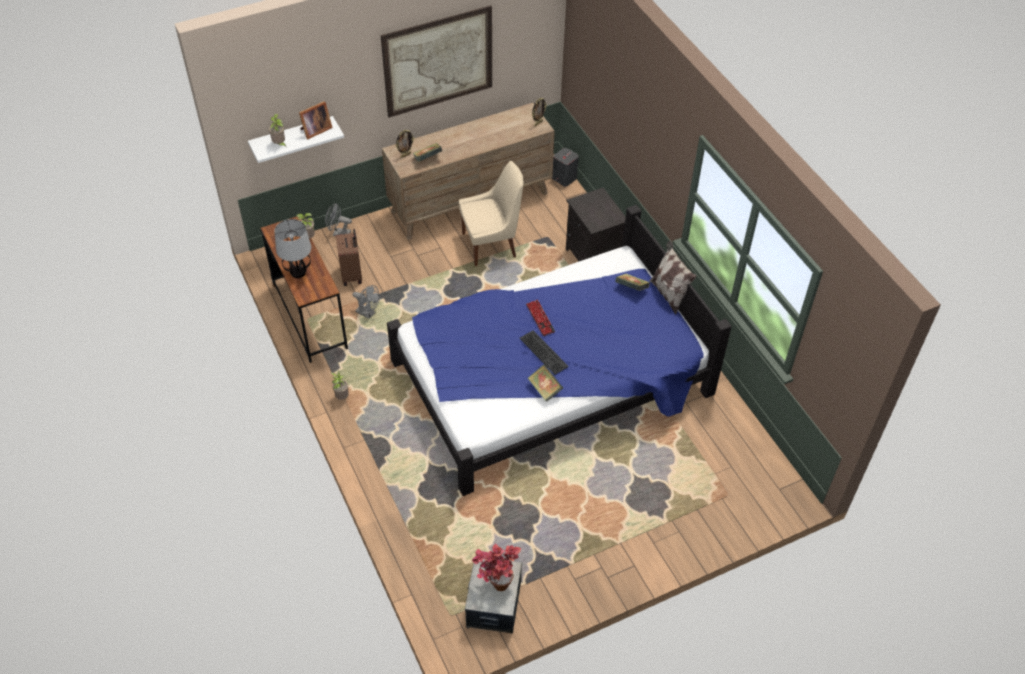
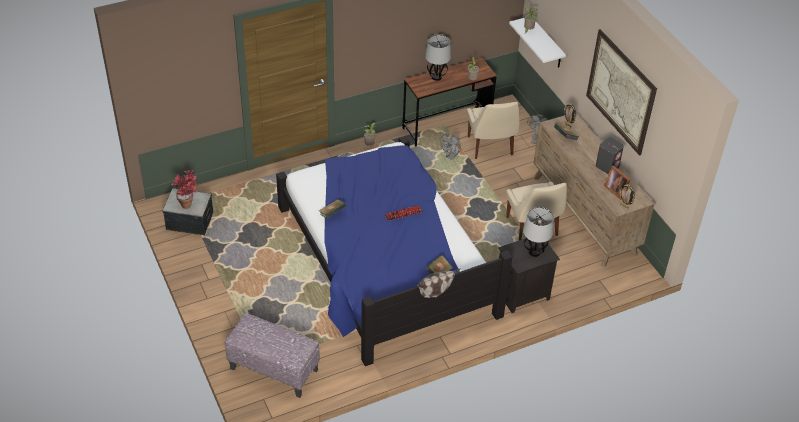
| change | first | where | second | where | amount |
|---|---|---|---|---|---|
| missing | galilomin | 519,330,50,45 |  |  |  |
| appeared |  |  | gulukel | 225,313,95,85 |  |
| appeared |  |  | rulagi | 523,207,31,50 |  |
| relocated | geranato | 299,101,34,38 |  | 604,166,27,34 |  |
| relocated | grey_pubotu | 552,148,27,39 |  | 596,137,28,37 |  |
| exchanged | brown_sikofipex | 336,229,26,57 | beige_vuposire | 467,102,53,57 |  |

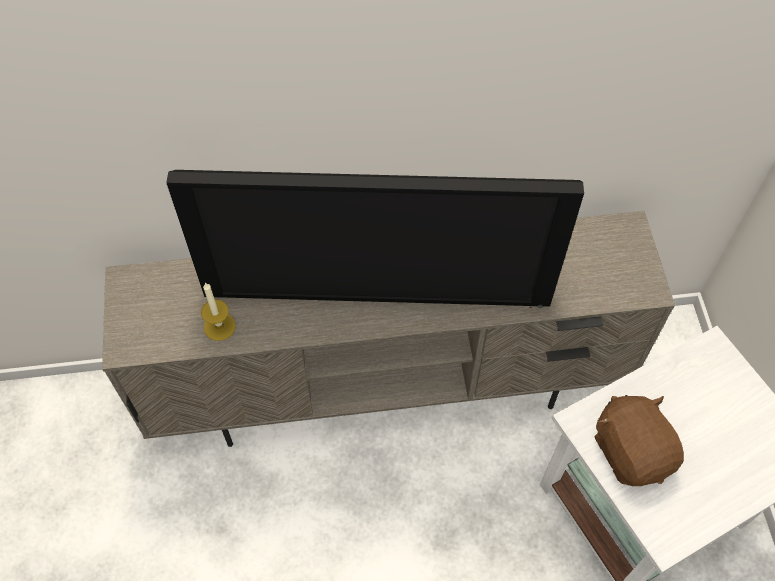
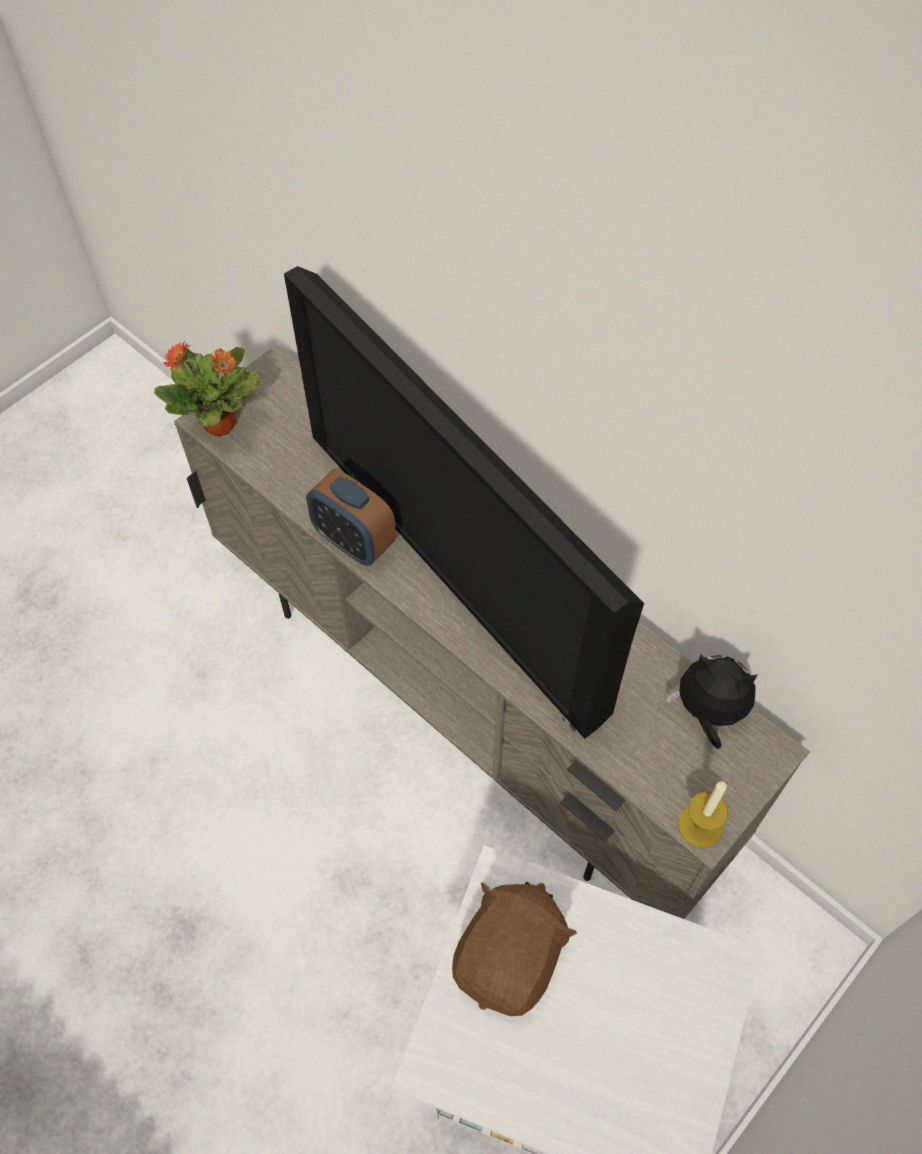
| change | first | where | second | where | amount |
|---|---|---|---|---|---|
| appeared |  |  | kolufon | 154,341,108,95 |  |
| appeared |  |  | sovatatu | 306,469,90,97 |  |
| appeared |  |  | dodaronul | 667,654,91,95 |  |
| relocated | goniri | 201,282,35,59 |  | 678,781,50,67 |  |

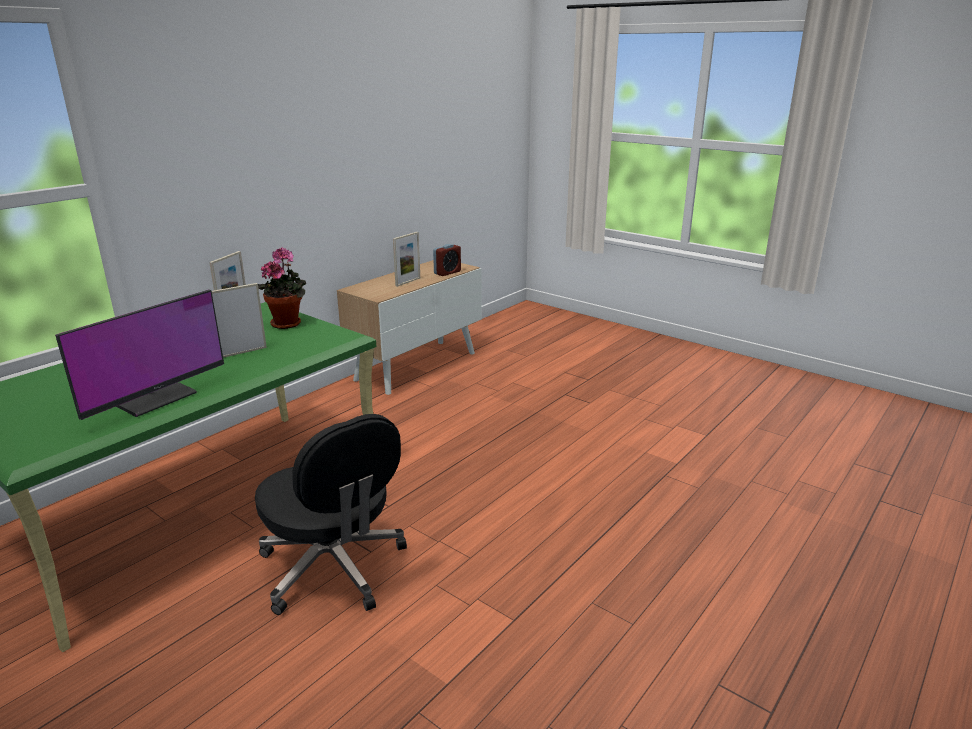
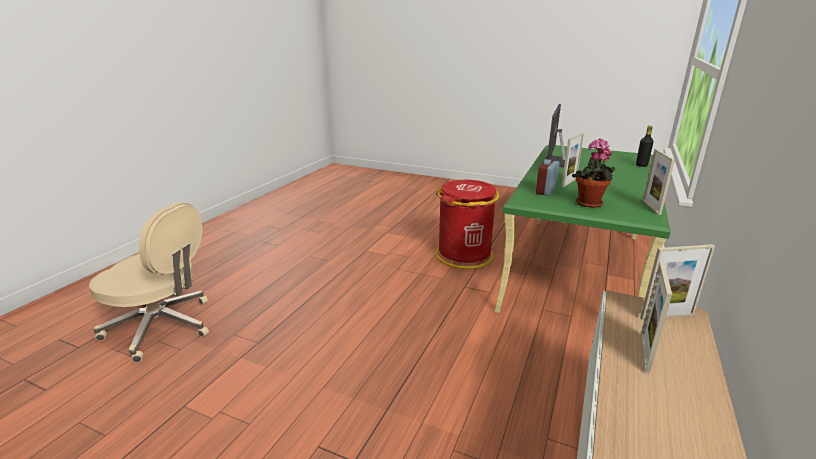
| change | first | where | second | where | amount |
|---|---|---|---|---|---|
| appeared |  |  | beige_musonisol | 89,202,120,161 |  |
| appeared |  |  | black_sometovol | 636,126,18,41 |  |
| appeared |  |  | geranato | 640,244,75,76 |  |
| relocated | sovatatu | 433,244,28,32 |  | 536,159,24,37 |  |
| exchanged | black_musonisol | 255,414,152,201 | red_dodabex | 436,180,63,89 |  |

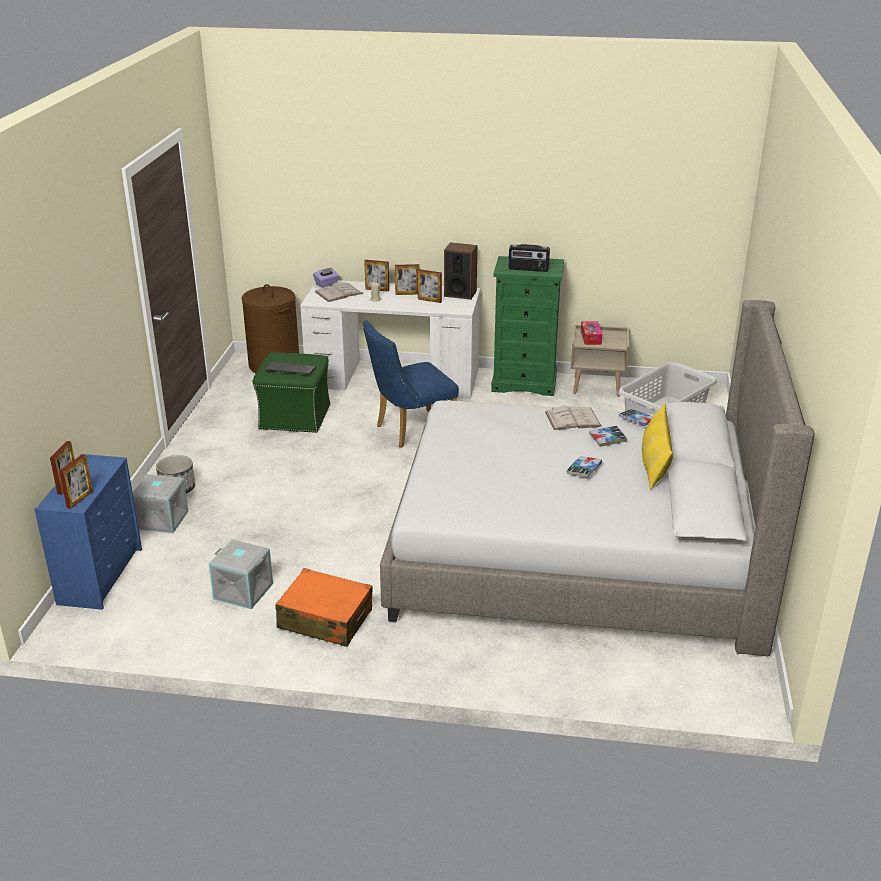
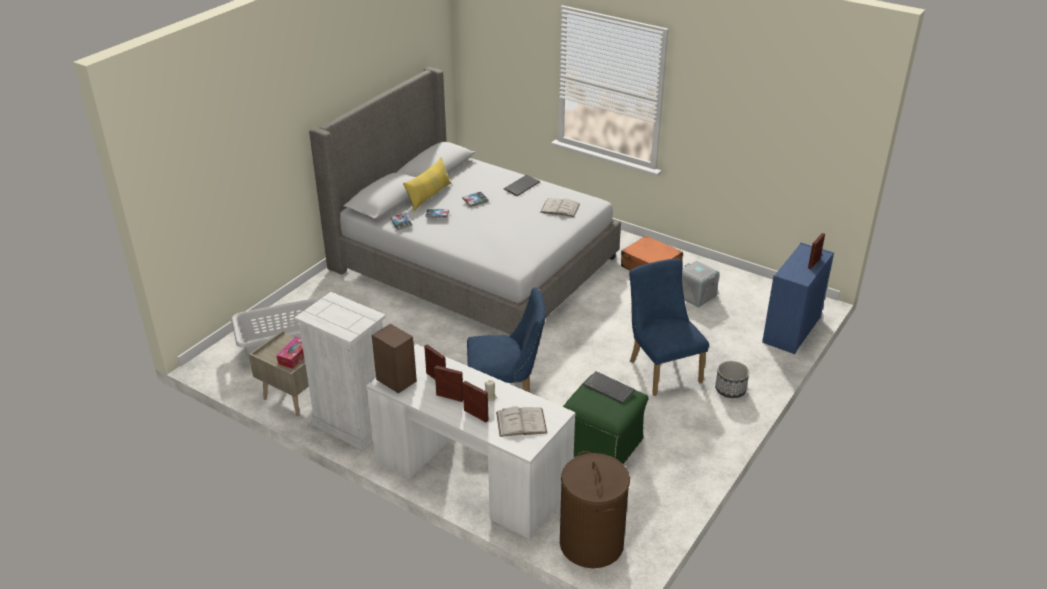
| change | first | where | second | where | amount |
|---|---|---|---|---|---|
| missing | geranato | 59,454,34,55 |  |  |  |
| missing | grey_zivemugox | 133,474,55,59 |  |  |  |
| missing | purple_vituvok | 313,267,26,21 |  |  |  |
| missing | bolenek | 508,244,42,28 |  |  |  |
| appeared |  |  | galilomin | 504,175,36,21 |  |
| appeared |  |  | blue_vuposire | 629,259,80,137 |  |
| relocated | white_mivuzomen | 545,406,57,24 |  | 540,199,40,18 |  |
| colour | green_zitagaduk | 491,256,73,140 | white_zitagaduk | 294,292,92,158 |  |

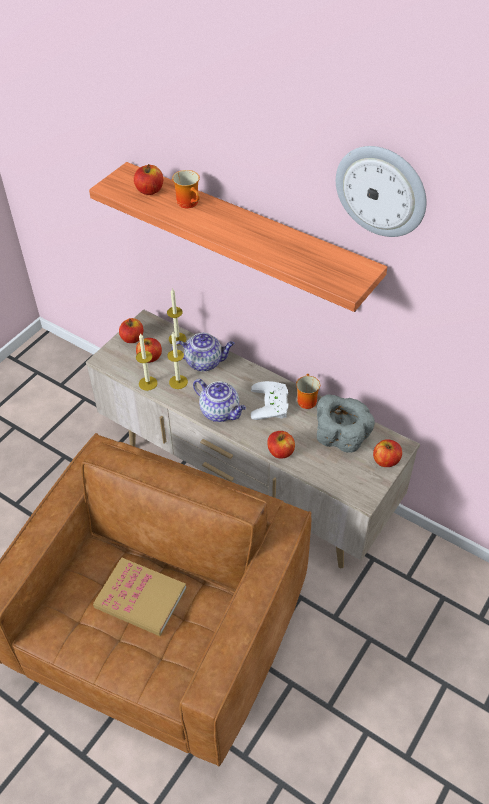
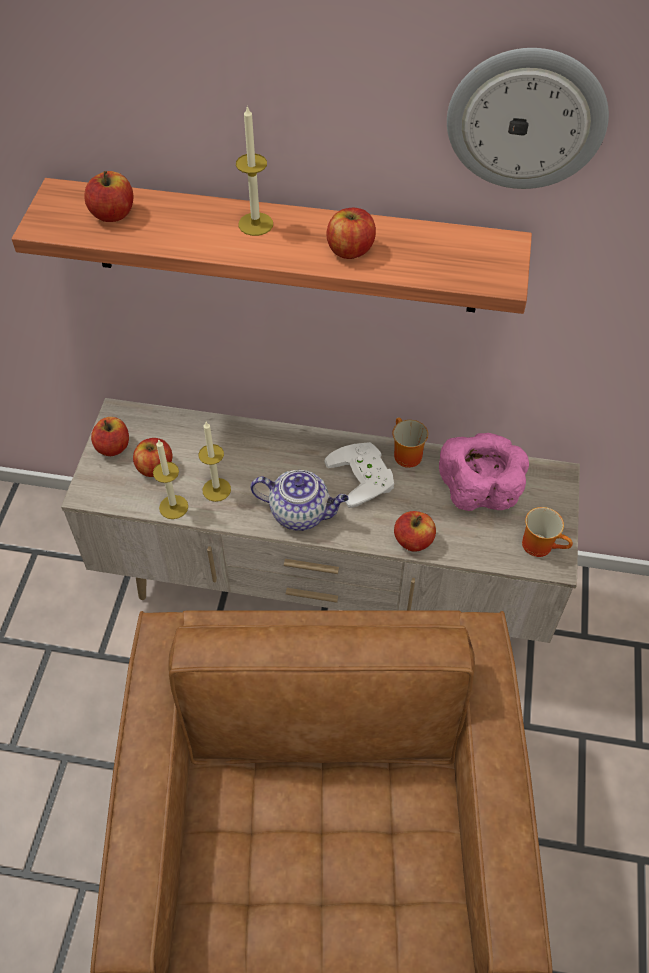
| change | first | where | second | where | amount |
|---|---|---|---|---|---|
| missing | mivuzomen | 93,558,93,78 |  |  |  |
| missing | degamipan | 171,333,64,39 |  |  |  |
| relocated | goniri | 167,289,19,56 |  | 236,105,37,131 |  |
| relocated | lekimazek | 172,170,28,38 |  | 522,507,51,50 |  |
| relocated | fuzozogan | 373,439,29,28 |  | 327,207,49,52 |  |
| colour | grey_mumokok | 317,394,58,59 | pink_mumokok | 439,433,90,78 |  |

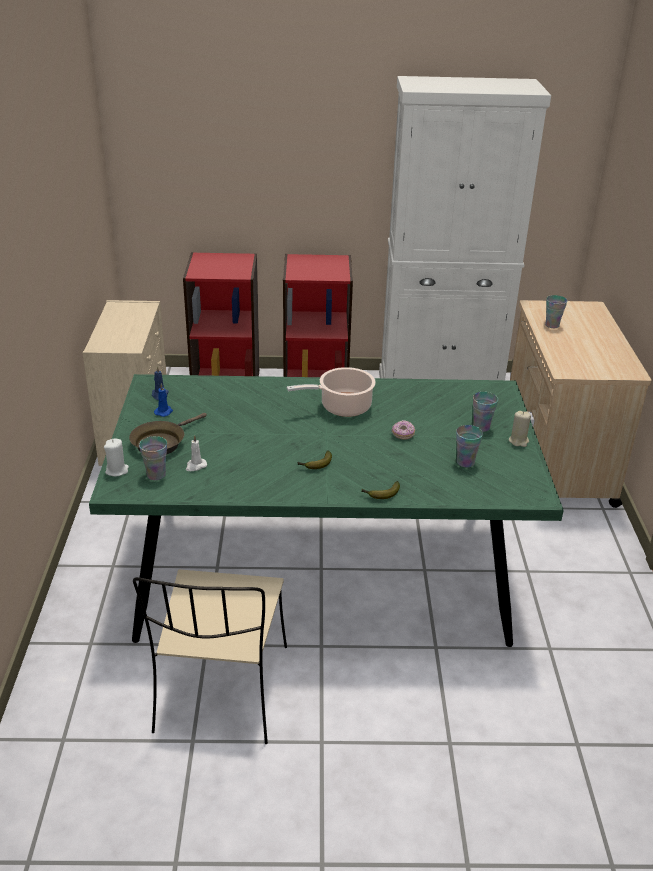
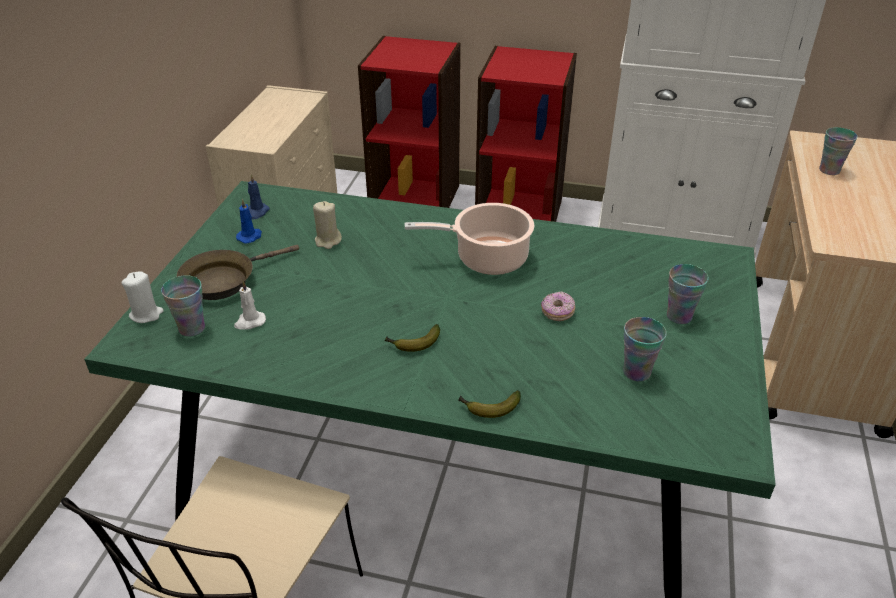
| change | first | where | second | where | amount |
|---|---|---|---|---|---|
| relocated | beige_goniri | 509,411,22,36 |  | 313,201,29,48 |  |

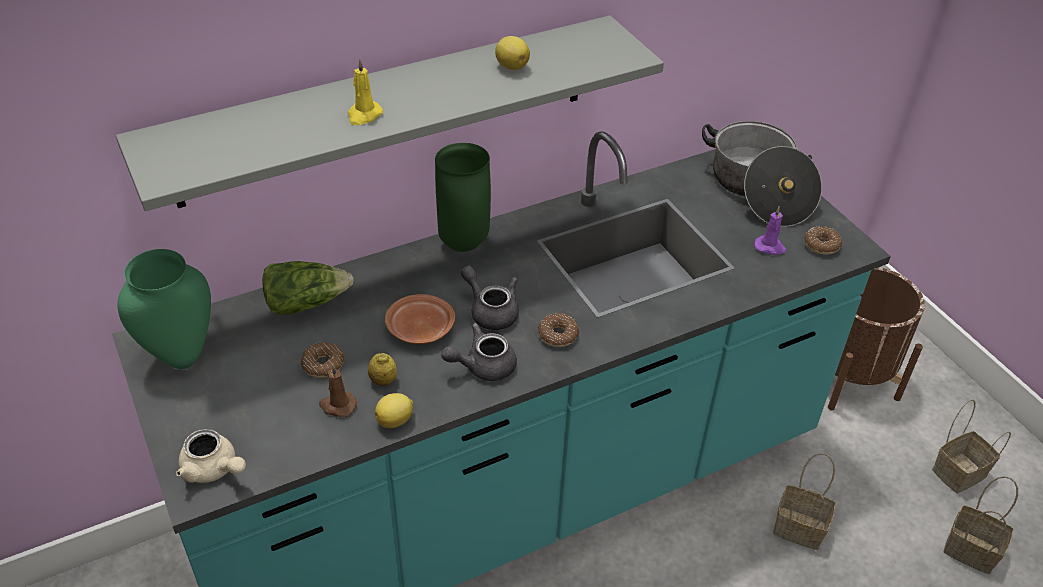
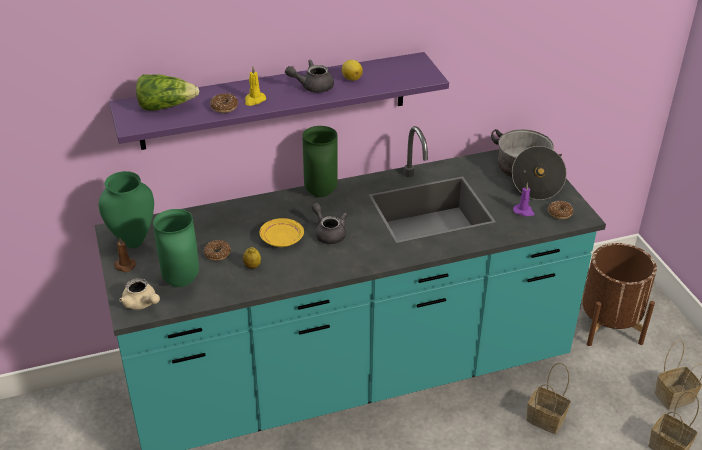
| change | first | where | second | where | amount |
|---|---|---|---|---|---|
| missing | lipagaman | 375,393,38,35 |  |  |  |
| appeared |  |  | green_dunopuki | 153,209,46,78 |  |
| relocated | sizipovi | 262,261,92,54 |  | 136,74,63,37 |  |
| relocated | brown_goniri | 319,364,38,53 |  | 114,237,22,35 |  |
| relocated | grey_degamipan | 441,323,76,58 |  | 285,60,49,33 |  |
| relocated | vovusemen | 538,313,41,34 |  | 210,93,28,20 |  |
| colour | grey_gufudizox | 116,15,548,196 | purple_gufudizox | 109,52,340,98 |  |
| colour | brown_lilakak | 385,294,70,50 | yellow_lilakak | 259,218,45,29 |  |

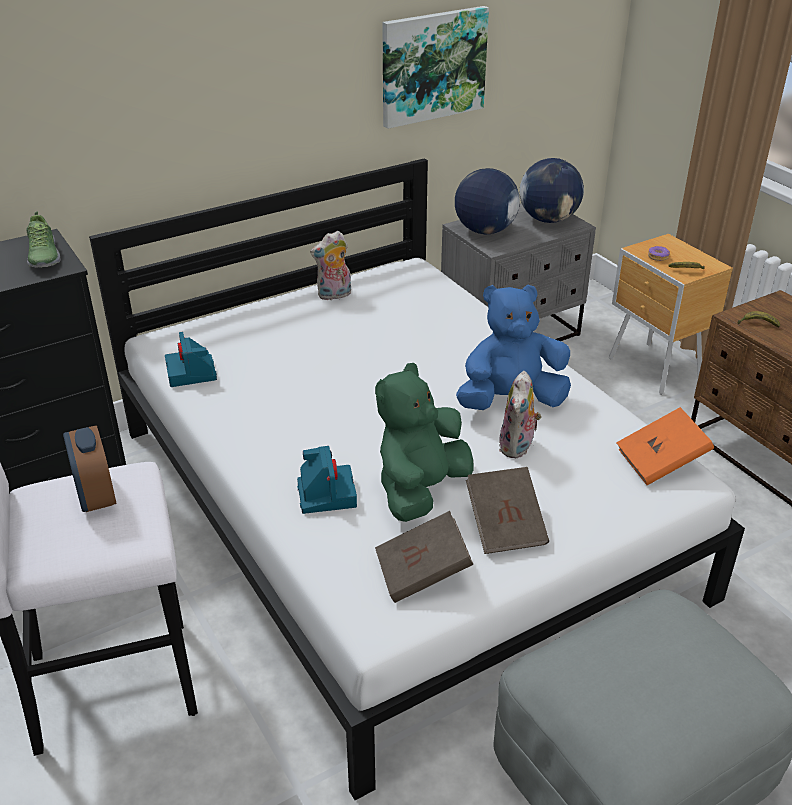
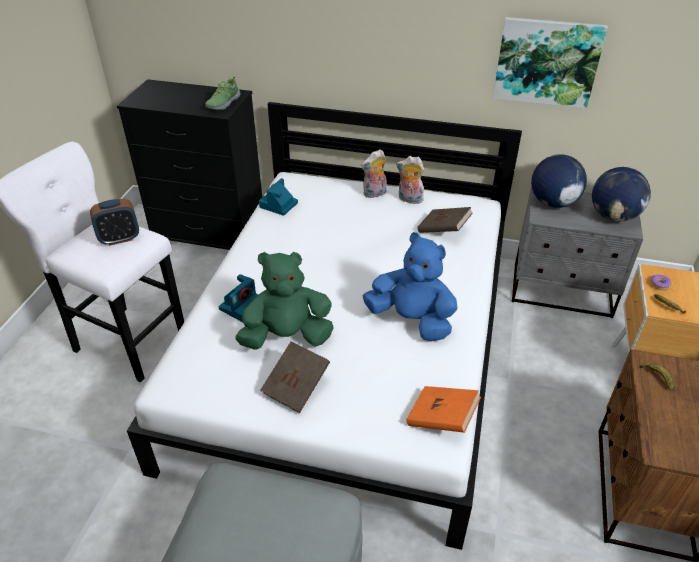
| change | first | where | second | where | amount |
|---|---|---|---|---|---|
| relocated | brown_mivuzomen | 375,511,98,92 |  | 417,207,56,26 |  |
| relocated | dodaronul | 499,371,43,87 |  | 361,149,26,49 |  |
| spun | sovatatu | 63,425,53,87 |  | 90,199,49,47 | 135 degrees counterclockwise |

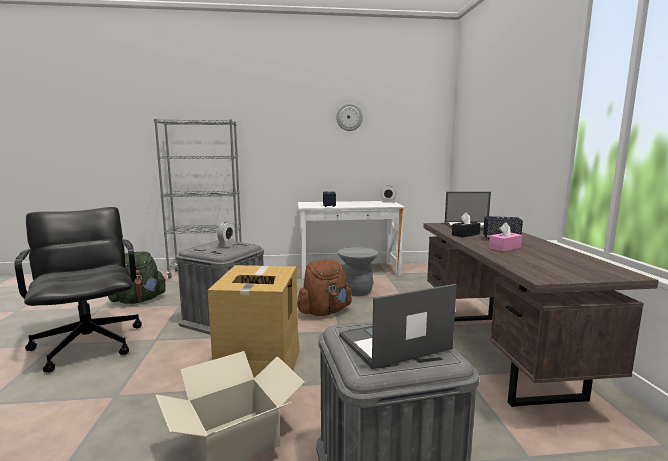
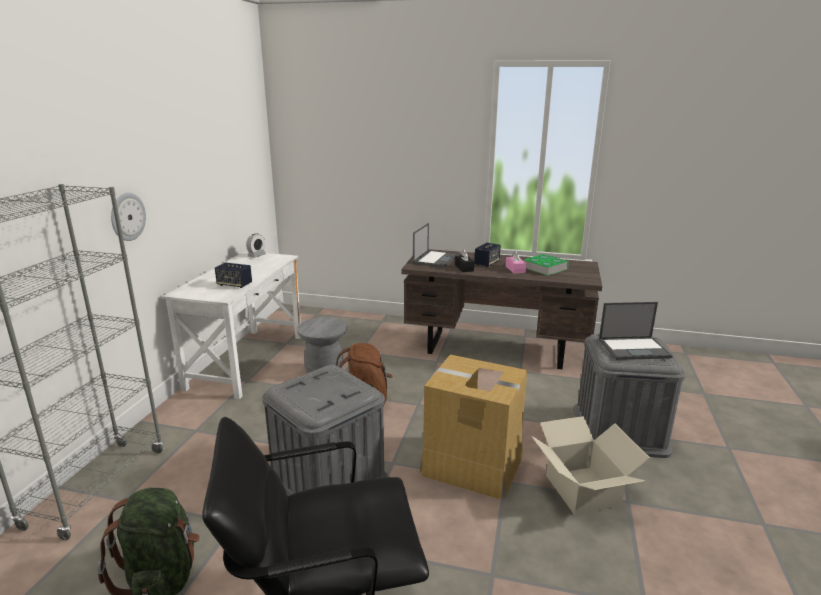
| change | first | where | second | where | amount |
|---|---|---|---|---|---|
| missing | sovatatu | 217,222,19,25 |  |  |  |
| appeared |  |  | mivuzomen | 523,254,46,22 |  |
| relocated | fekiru | 336,103,27,28 |  | 111,193,35,48 |  |
| spun | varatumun | 339,284,118,85 |  | 599,302,73,58 | 90 degrees counterclockwise |

